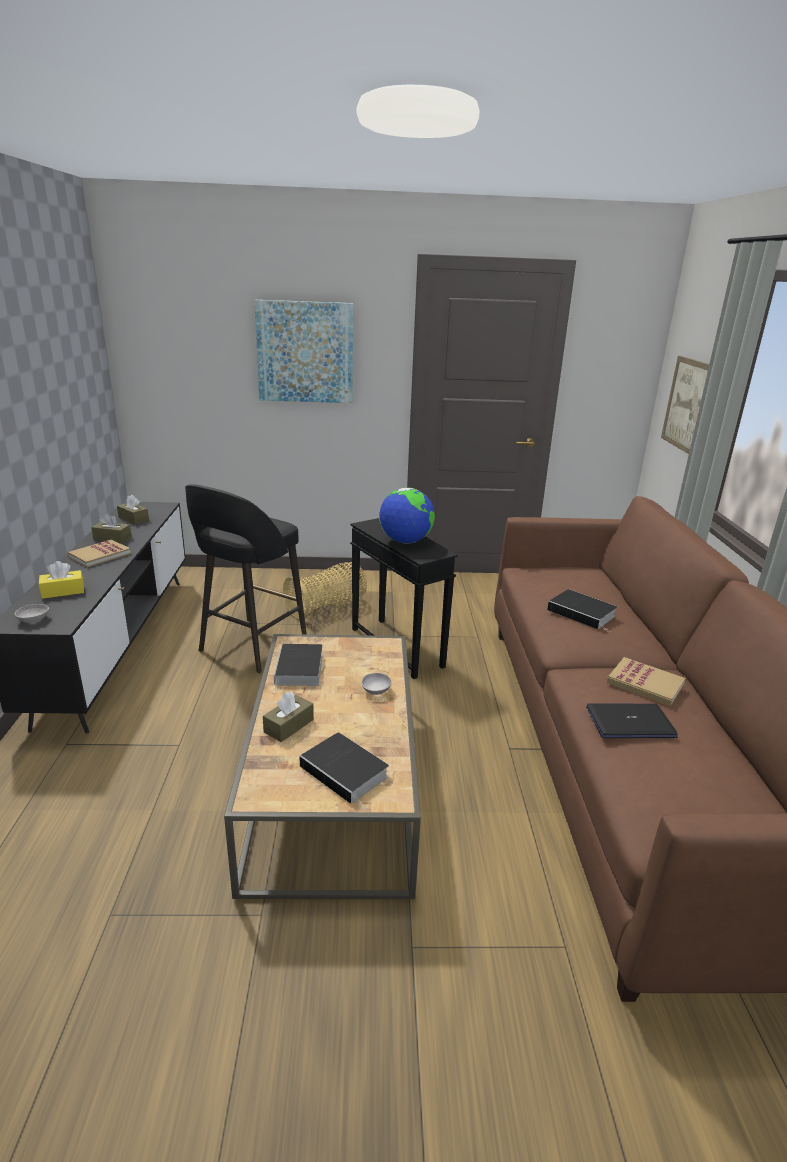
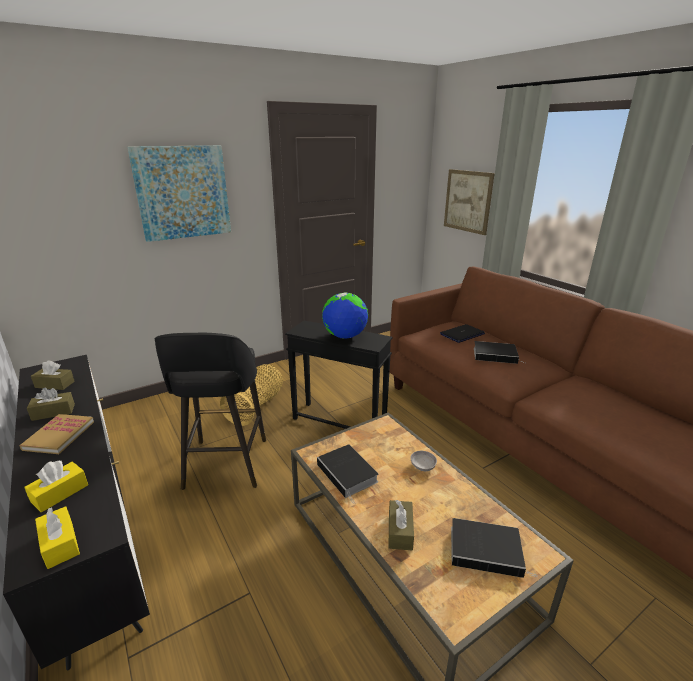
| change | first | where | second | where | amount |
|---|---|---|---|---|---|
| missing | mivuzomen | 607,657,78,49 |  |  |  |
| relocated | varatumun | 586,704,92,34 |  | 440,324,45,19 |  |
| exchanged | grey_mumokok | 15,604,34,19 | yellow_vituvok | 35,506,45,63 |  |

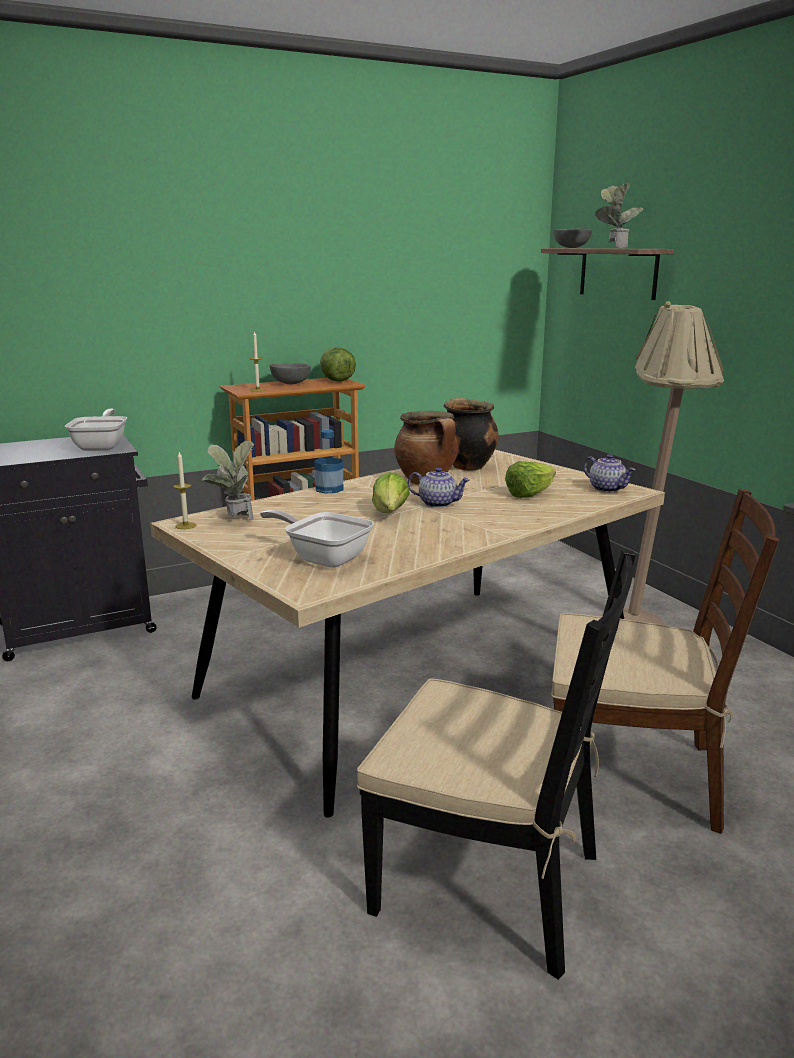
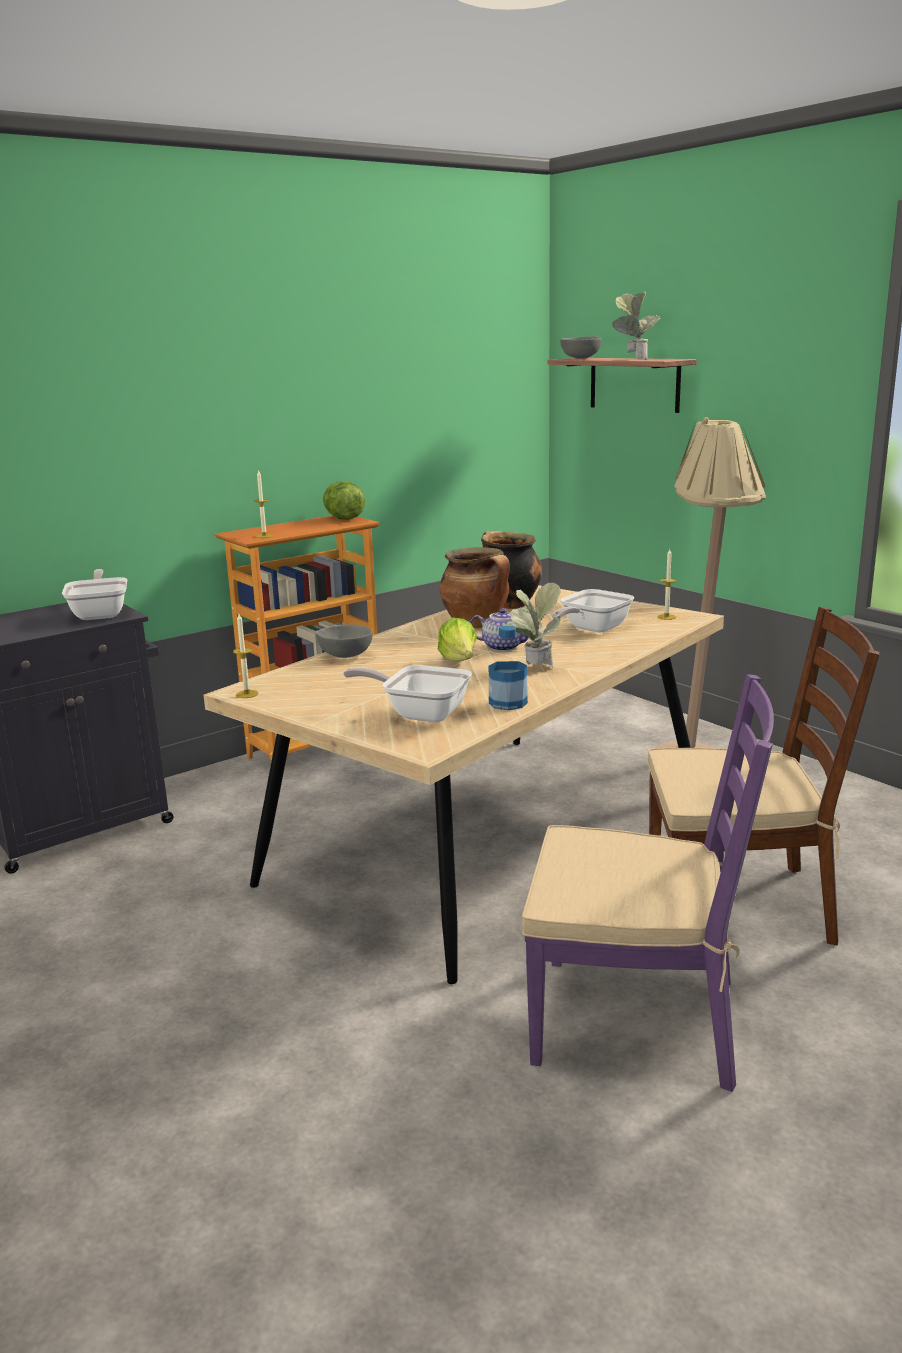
| change | first | where | second | where | amount |
|---|---|---|---|---|---|
| relocated | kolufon | 202,440,52,80 |  | 506,582,55,86 |  |
| relocated | grey_mumokok | 270,363,41,21 |  | 316,624,56,34 |  |
| relocated | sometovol | 314,430,29,64 |  | 489,626,39,84 |  |
| exchanged | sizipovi | 505,461,51,37 | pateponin | 552,589,82,43 |  |
| exchanged | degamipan | 583,454,53,39 | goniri | 657,549,19,71 |  |
| colour | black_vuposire | 357,549,279,431 | purple_vuposire | 522,674,252,418 |  |

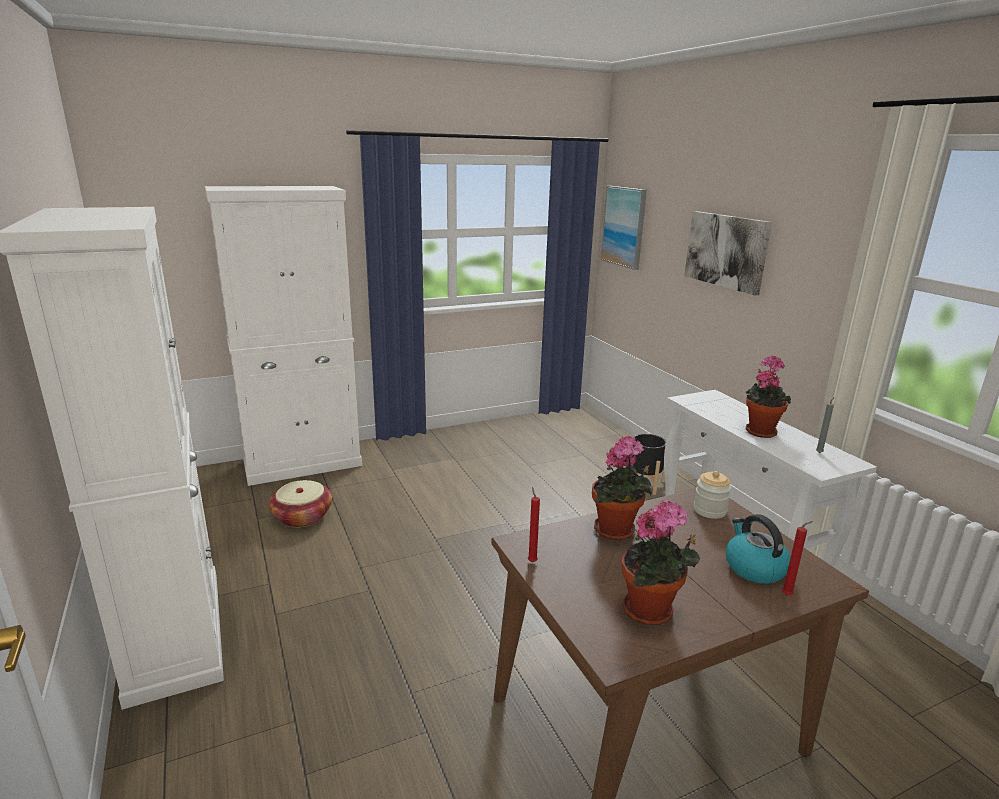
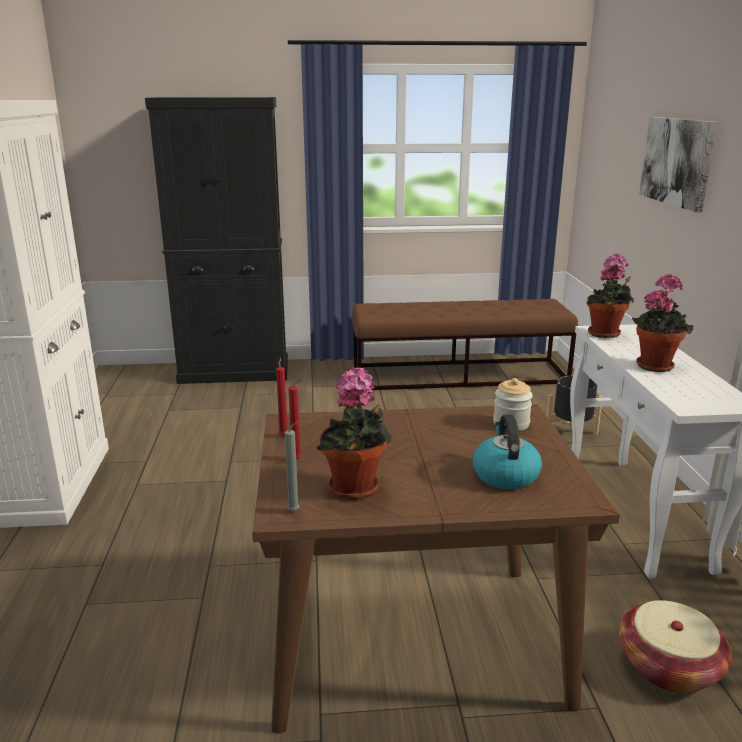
| change | first | where | second | where | amount |
|---|---|---|---|---|---|
| missing | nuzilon | 601,186,46,84 |  |  |  |
| appeared |  |  | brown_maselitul | 352,299,226,91 |  |
| relocated | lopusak | 269,480,63,48 |  | 619,600,113,94 |  |
| relocated | kolufon | 592,436,60,104 |  | 586,254,48,84 |  |
| relocated | red_goniri | 782,521,31,74 |  | 289,380,13,79 |  |
| relocated | grey_goniri | 816,397,18,56 |  | 285,421,15,91 |  |
| colour | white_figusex | 205,186,158,300 | black_figusex | 145,97,143,287 |  |

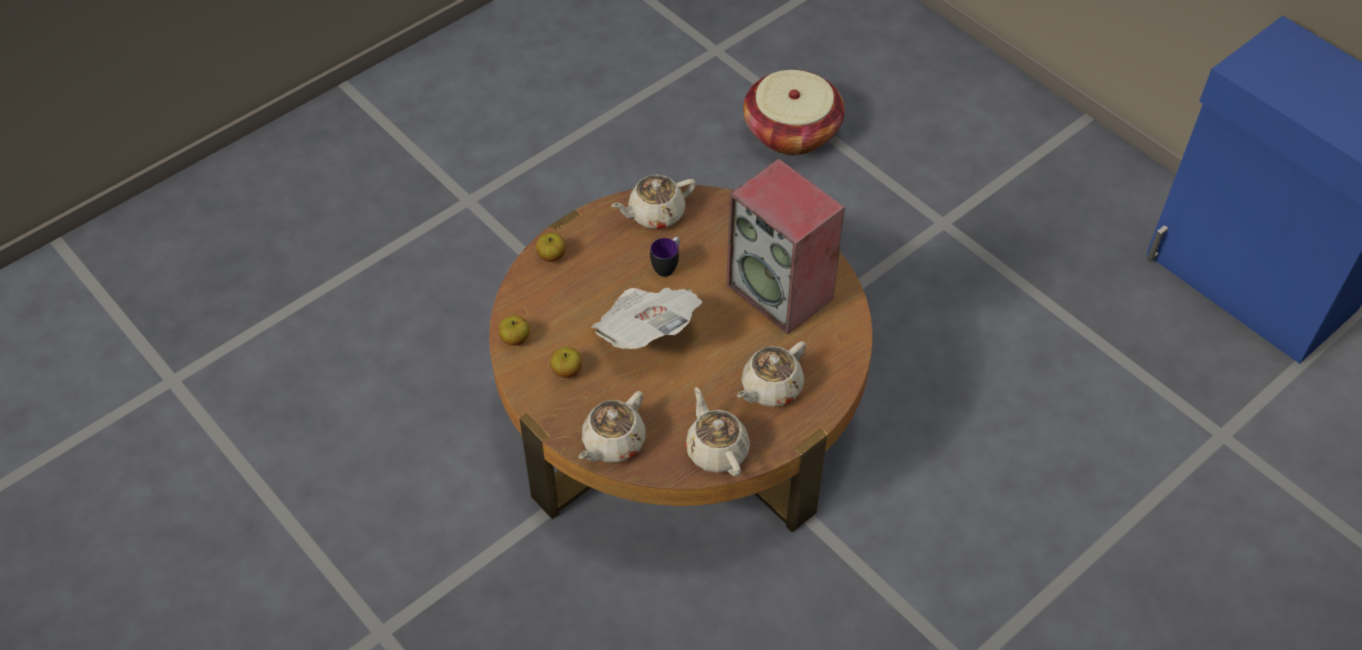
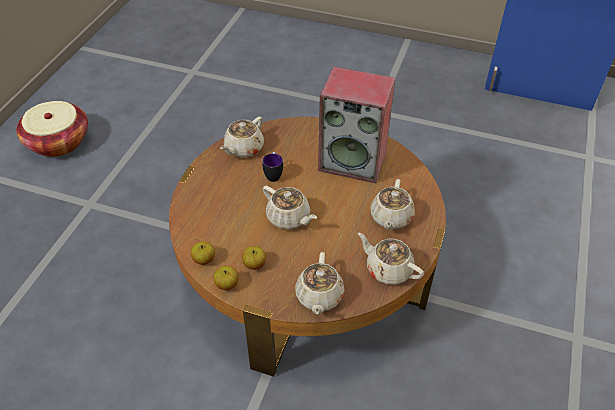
| change | first | where | second | where | amount |
|---|---|---|---|---|---|
| relocated | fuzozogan | 536,233,30,29 |  | 214,266,25,24 |  |
| relocated | lopusak | 743,70,102,85 |  | 17,101,71,56 |  |
| exchanged | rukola | 591,288,111,61 | beige_degamipan | 263,186,54,43 |  |

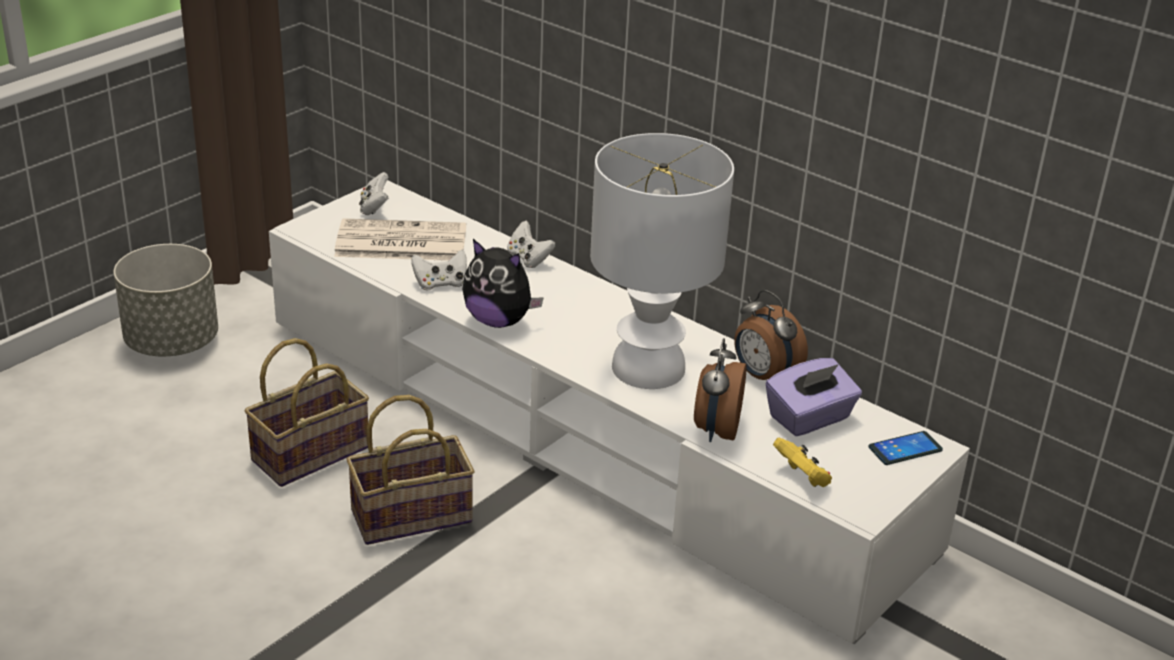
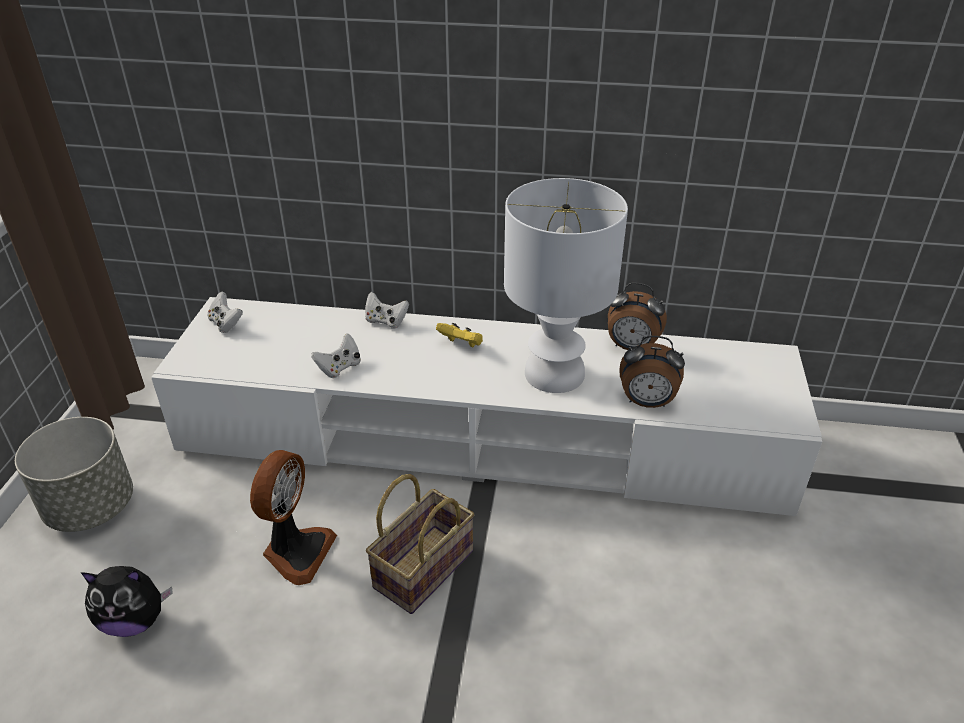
| change | first | where | second | where | amount |
|---|---|---|---|---|---|
| missing | rukola | 334,218,132,43 |  |  |  |
| missing | purple_vituvok | 766,358,96,78 |  |  |  |
| missing | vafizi | 868,431,75,34 |  |  |  |
| relocated | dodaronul | 462,239,82,89 |  | 80,566,93,71 |  |
| relocated | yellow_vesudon | 773,438,59,49 |  | 436,323,47,24 |  |
| exchanged | lopusak | 245,338,124,149 | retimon | 250,450,87,135 |  |
| spun | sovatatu | 694,338,53,104 |  | 619,336,66,72 | 60 degrees counterclockwise |

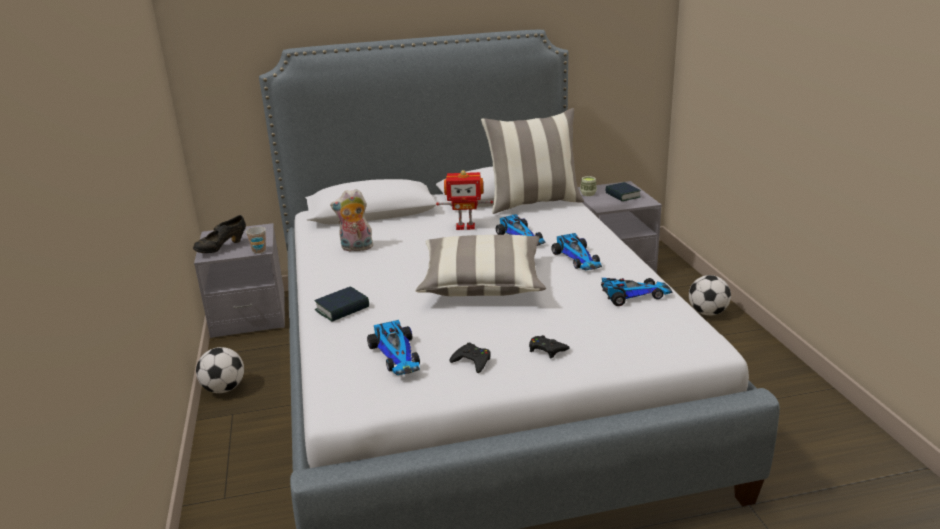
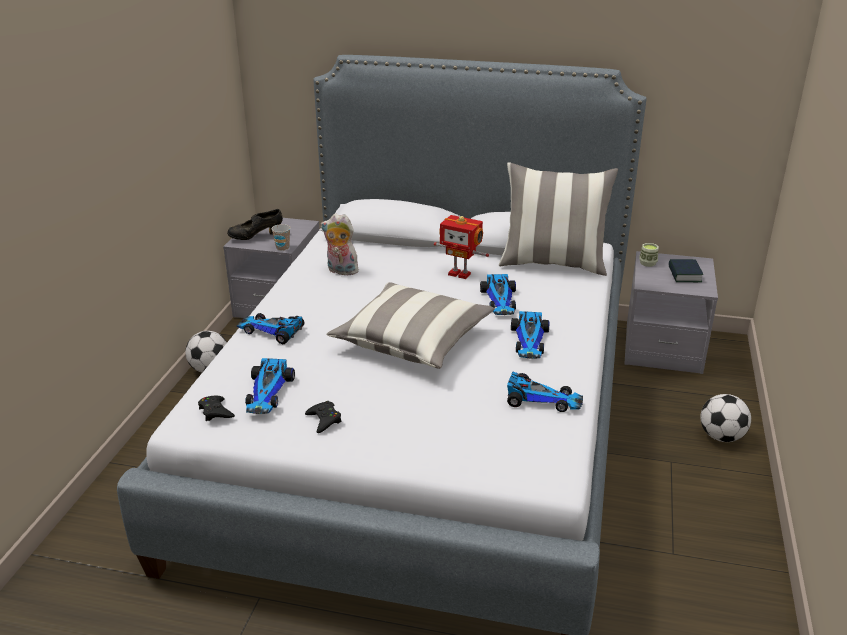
| change | first | where | second | where | amount |
|---|---|---|---|---|---|
| relocated | black_vesudon | 529,335,41,24 |  | 198,396,37,25 |  |
| exchanged | mivuzomen | 314,286,55,36 | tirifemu | 237,313,67,31 |  |

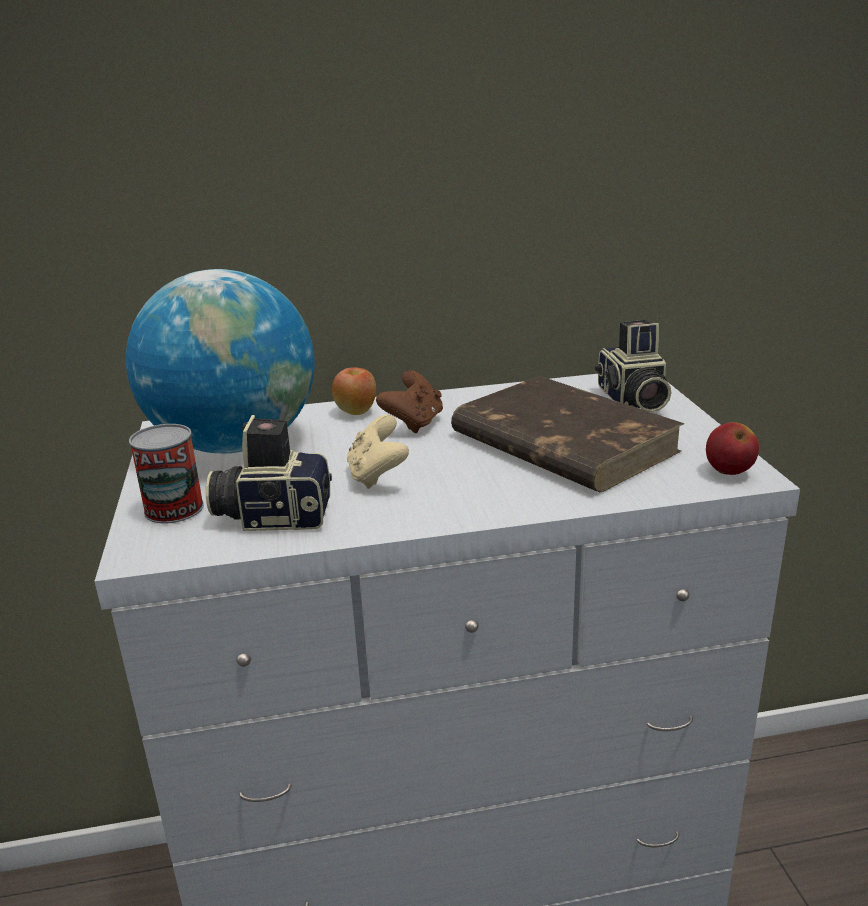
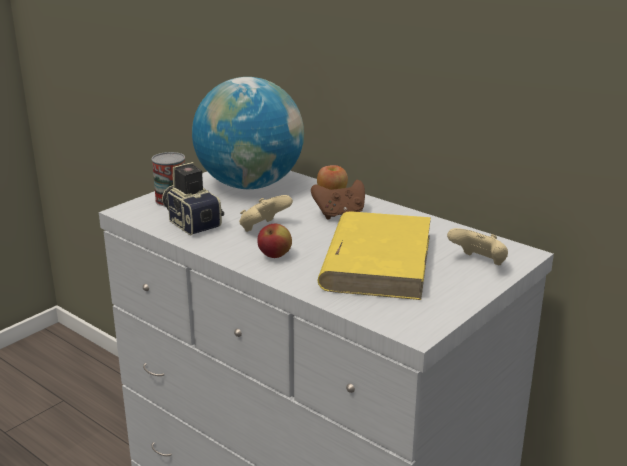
| change | first | where | second | where | amount |
|---|---|---|---|---|---|
| relocated | fuzozogan | 706,422,53,53 |  | 258,224,34,34 |  |
| exchanged | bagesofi | 595,320,77,92 | beige_vesudon | 447,228,61,37 |  |
| colour | brown_mivuzomen | 451,376,233,117 | yellow_mivuzomen | 317,211,114,89 |  |

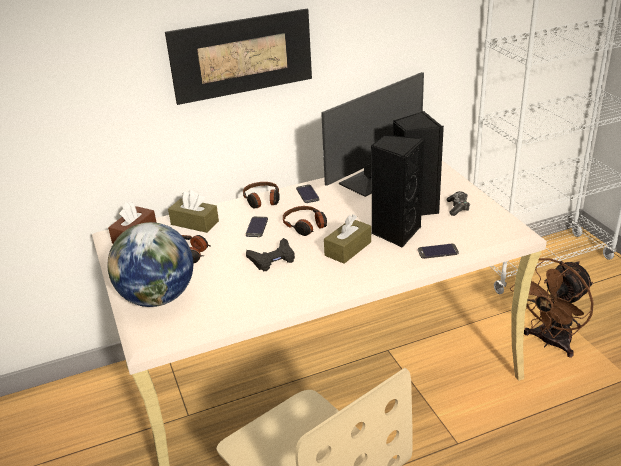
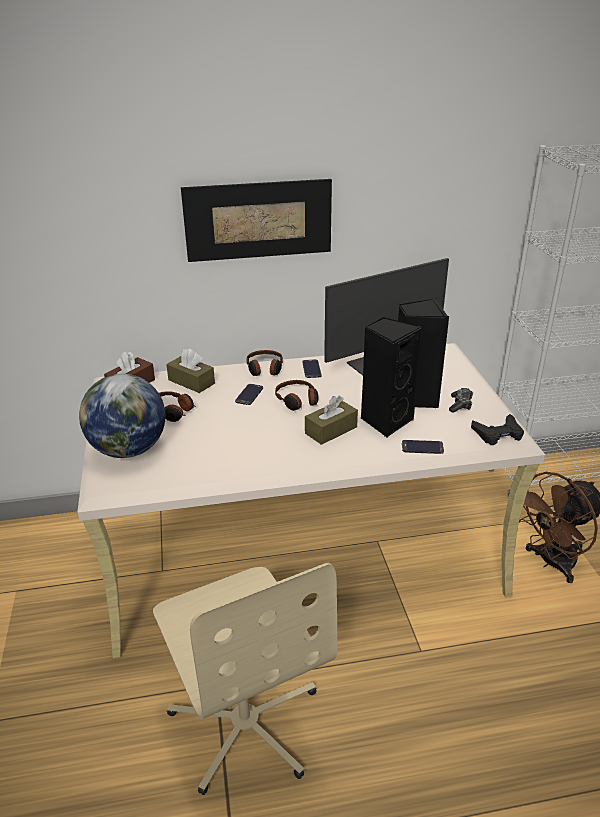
| change | first | where | second | where | amount |
|---|---|---|---|---|---|
| relocated | black_vesudon | 246,238,49,33 |  | 471,414,53,31 |  |

